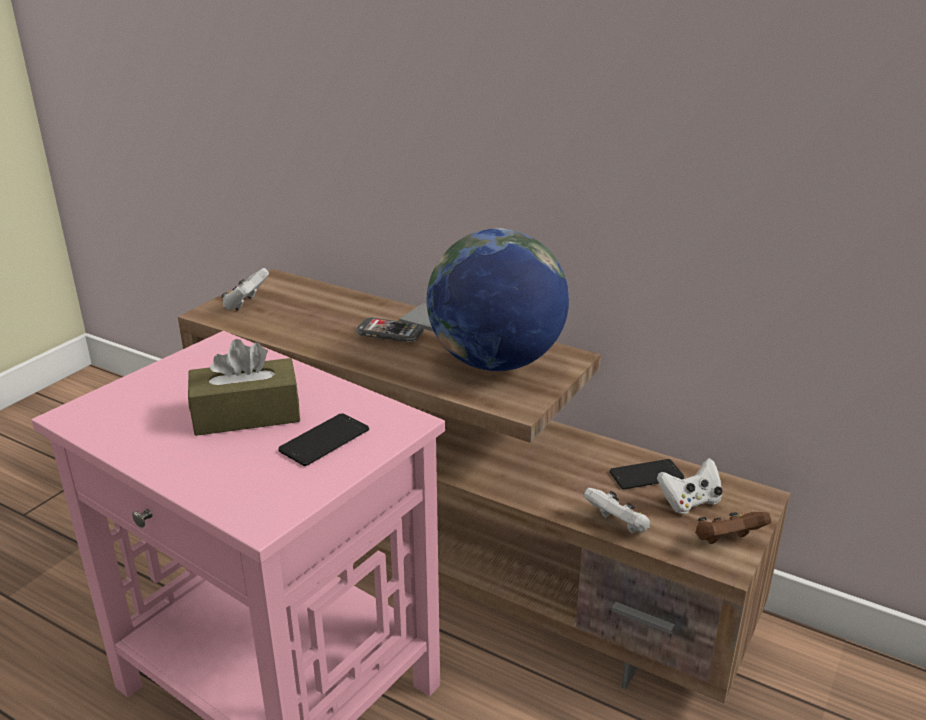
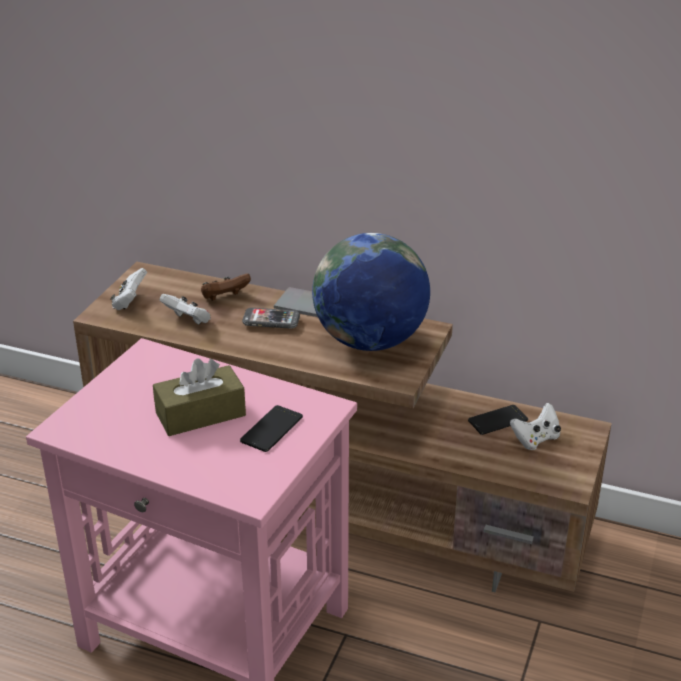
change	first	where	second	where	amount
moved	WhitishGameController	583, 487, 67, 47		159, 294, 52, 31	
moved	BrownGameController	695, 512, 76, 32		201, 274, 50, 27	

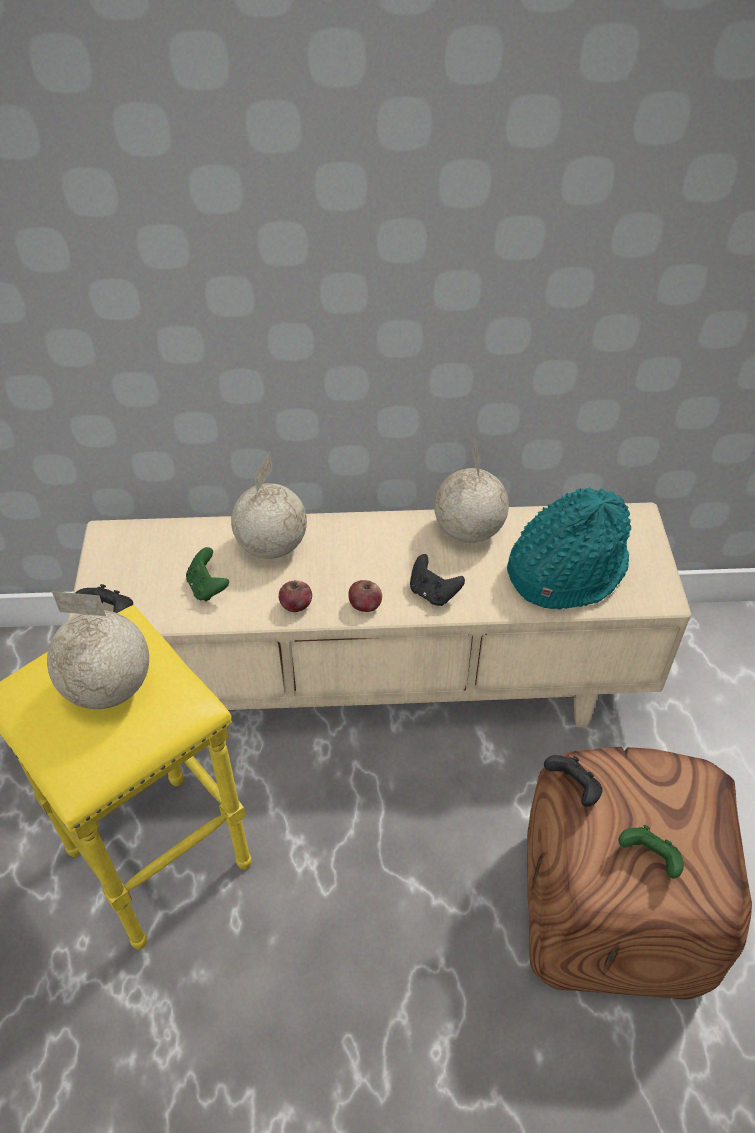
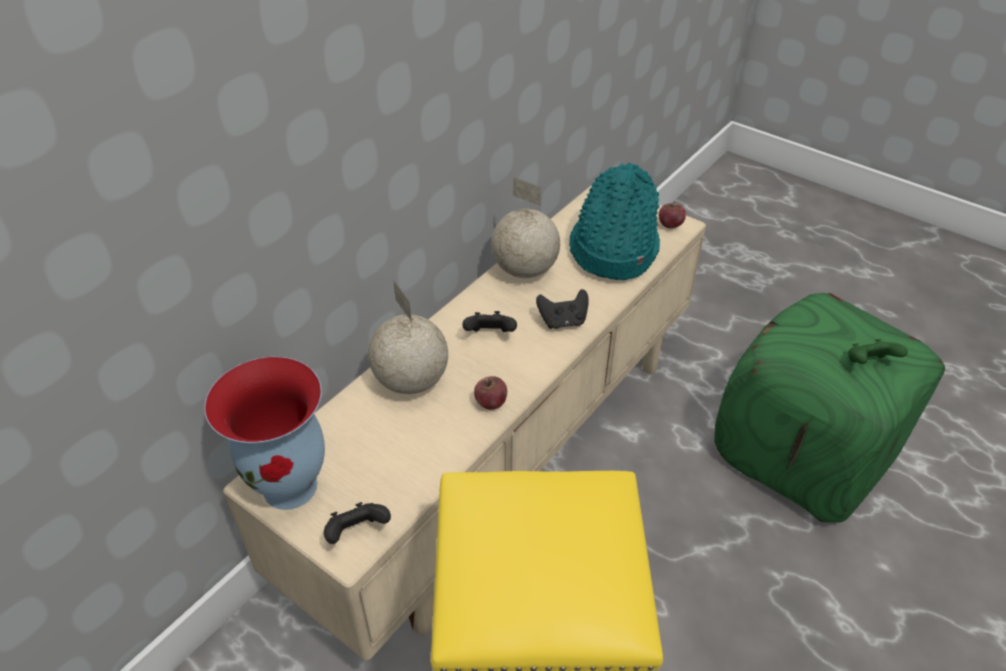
change	first	where	second	where	amount
added			Vase	204, 357, 121, 153	
moved	BlackColouredGameController	544, 755, 59, 52		463, 311, 54, 21	
moved	WholeApple	348, 580, 34, 32		659, 202, 27, 26	
recoloured	BrownPouffe	527, 747, 225, 253	GreenPouffe	714, 293, 231, 230	
removed	DeskGlobe	47, 591, 102, 118			
removed	GreenGameController	186, 547, 43, 55			

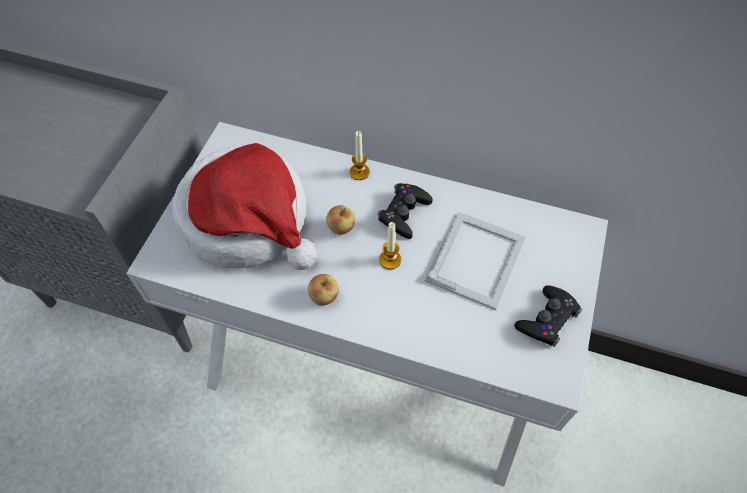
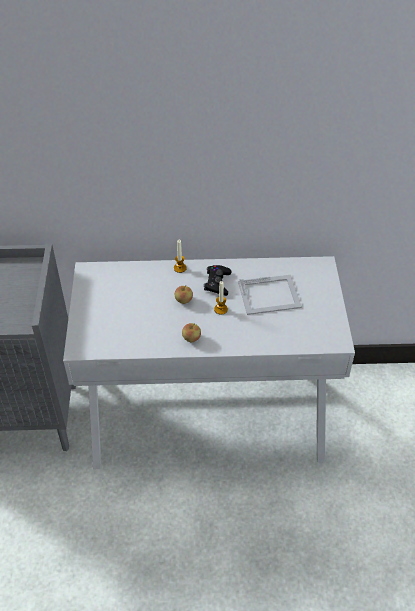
change	first	where	second	where	amount
turned	StandingFrame	425, 212, 101, 98		238, 275, 64, 40	75 degrees clockwise
removed	ClothingHat	172, 143, 145, 127			
removed	BlackColouredGameController	514, 285, 68, 62			

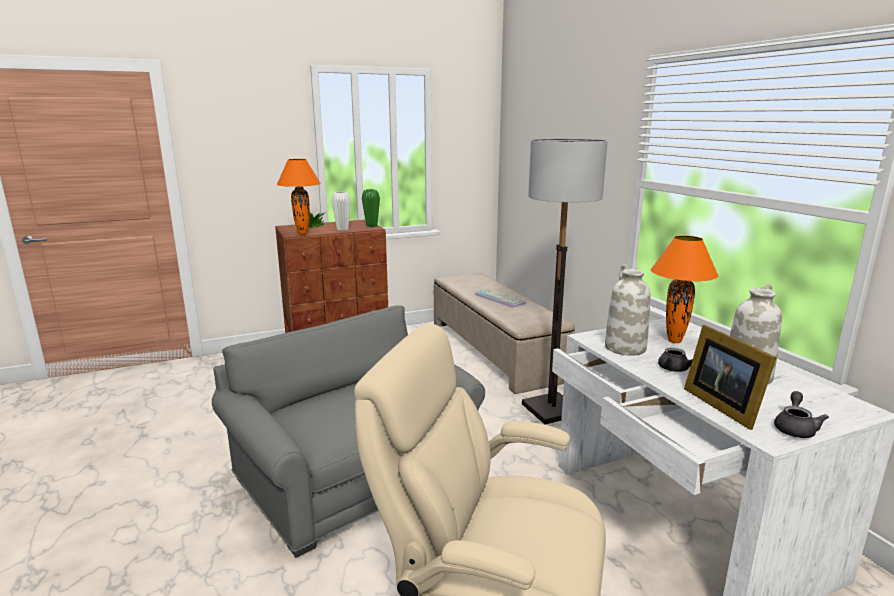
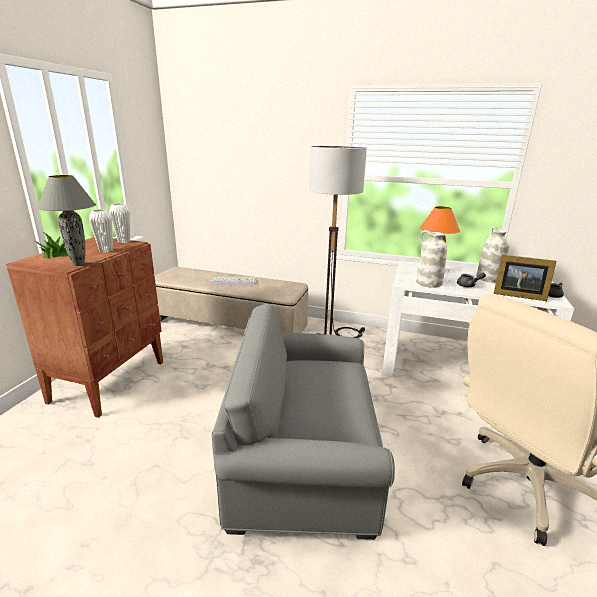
change	first	where	second	where	amount
recoloured	OrangeTabletopLamp	277, 159, 44, 76	GreyishTabletopLamp	37, 175, 59, 91	
recoloured	GreenVase	362, 189, 18, 38	WhitishVase	109, 203, 21, 40	

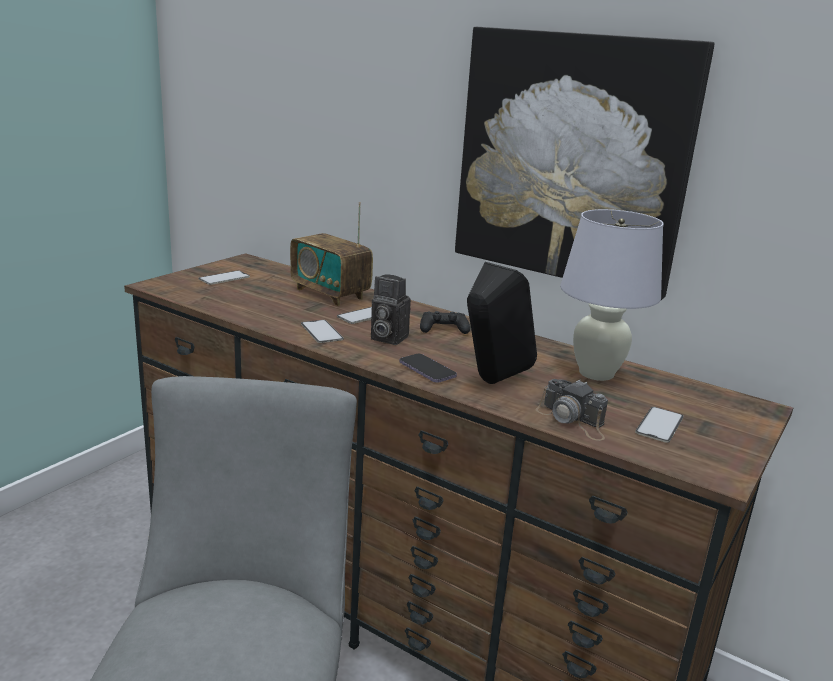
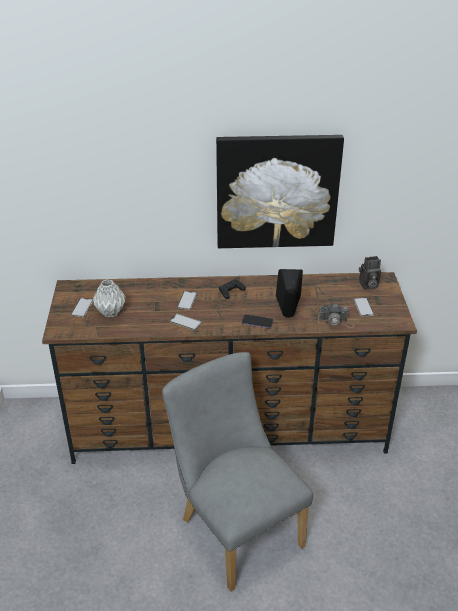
change	first	where	second	where	amount
added			GreyishVase	93, 279, 33, 38	
moved	PhotoCamera	371, 274, 40, 71		359, 256, 22, 34	
removed	Radio	290, 202, 83, 104			
removed	WhitishTabletopLamp	560, 209, 104, 172			

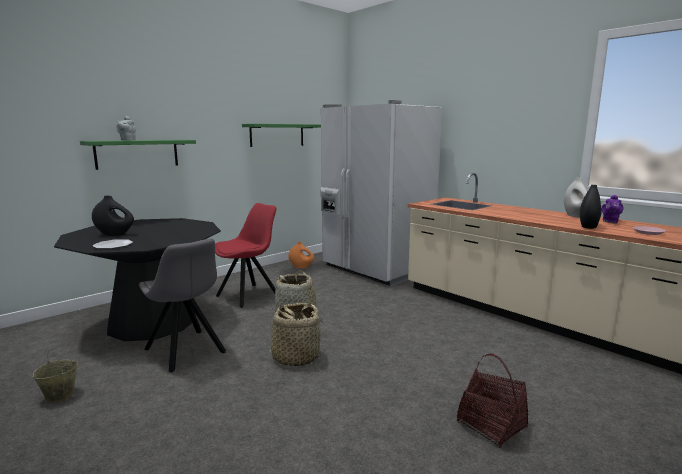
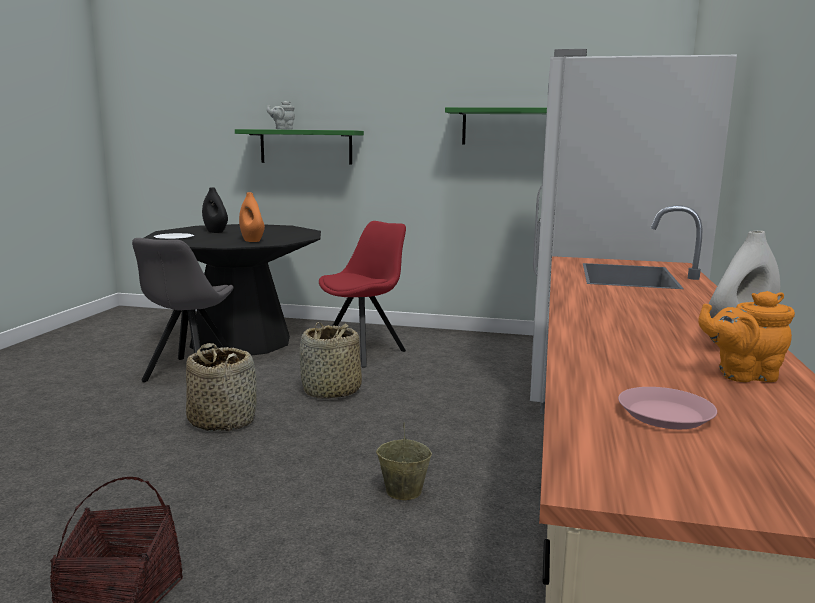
change	first	where	second	where	amount
moved	OrangeVase	288, 242, 26, 26		239, 192, 26, 50	
turned	ReddishUprightChair	215, 203, 61, 105		319, 221, 87, 147	60 degrees counterclockwise
moved	BeigeWaterBucket	33, 350, 45, 52		376, 423, 56, 77	
recoloured	PurplePotForTea	601, 195, 23, 28	OrangePotForTea	698, 291, 97, 91	
removed	BlackColouredVase	580, 185, 22, 44			

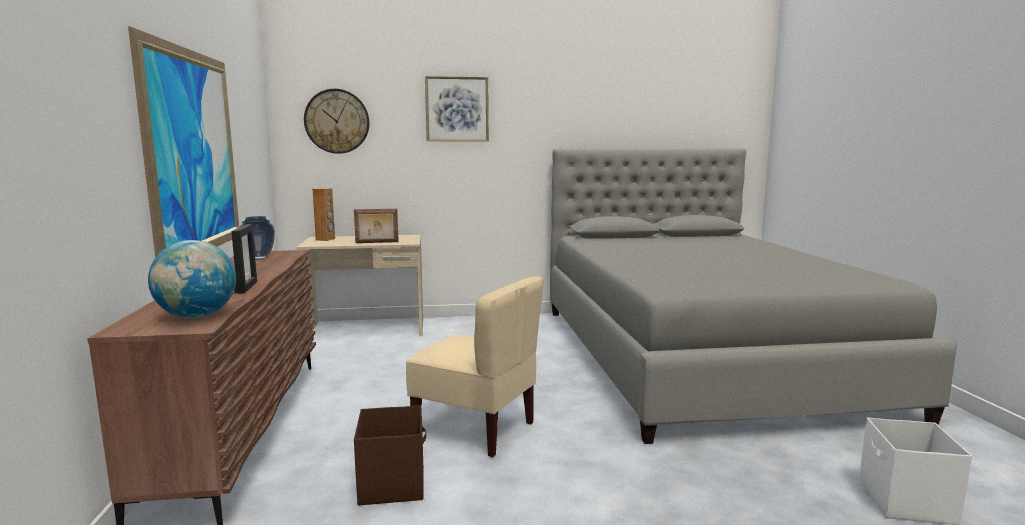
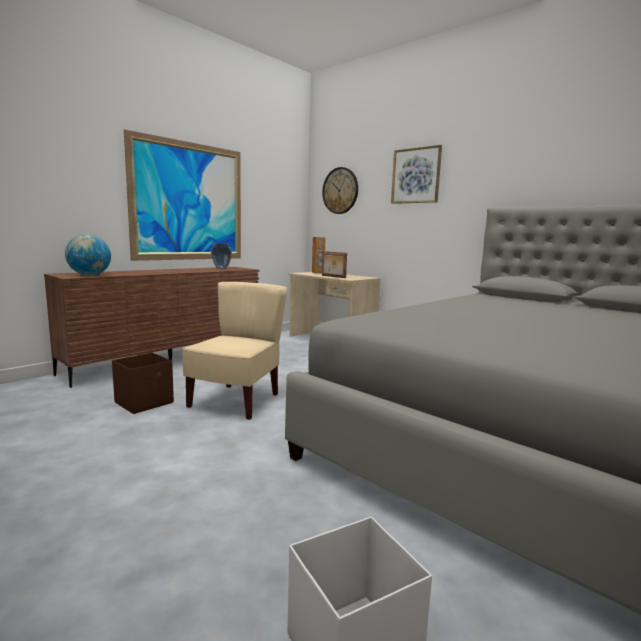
change	first	where	second	where	amount
turned	BeigeUprightChair	406, 276, 138, 182		182, 282, 105, 138	150 degrees counterclockwise
removed	StandingFrame	232, 224, 25, 70			

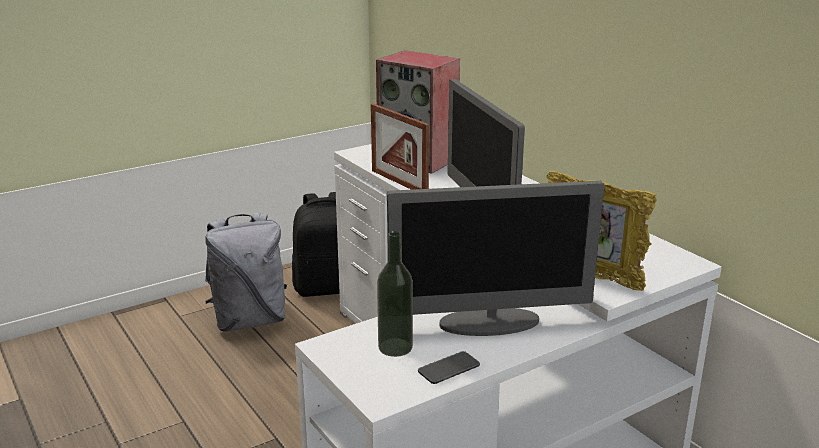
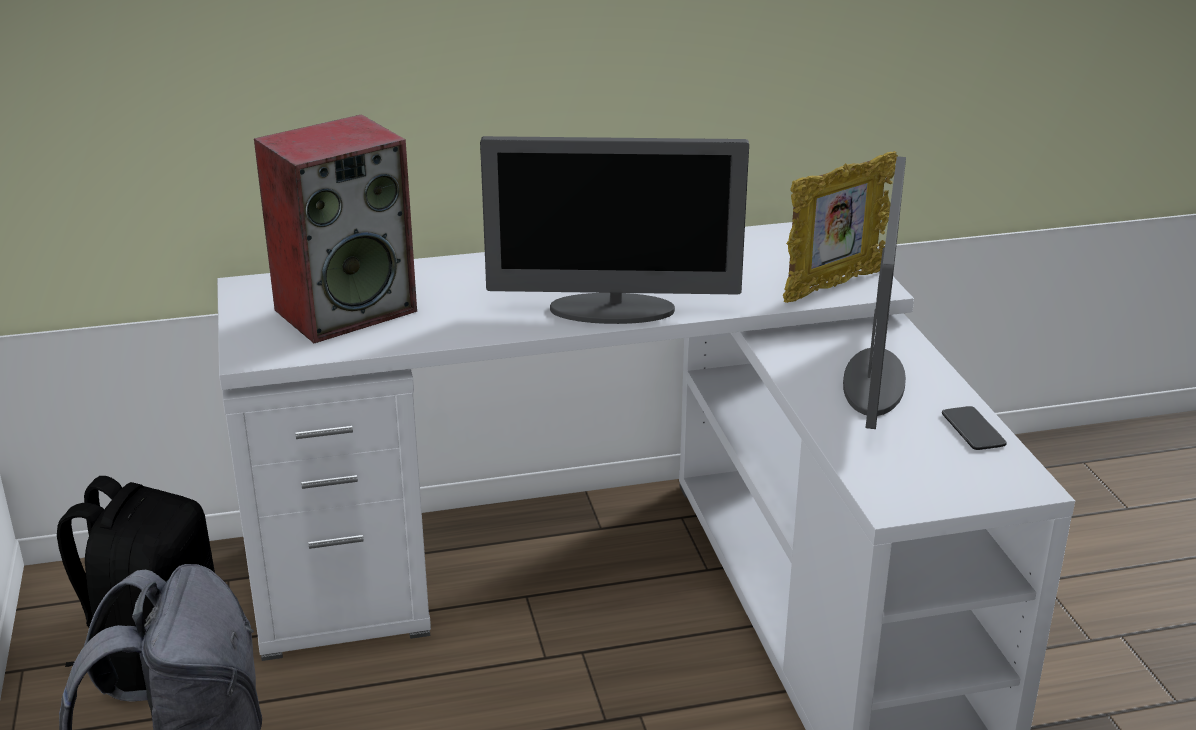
change	first	where	second	where	amount
removed	StandingFrame	371, 104, 58, 86			
removed	BeverageBottle	377, 231, 36, 126			

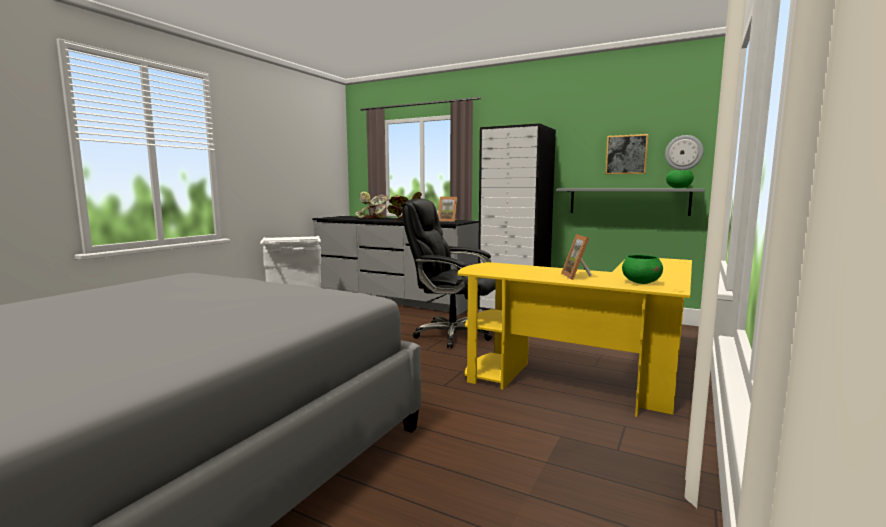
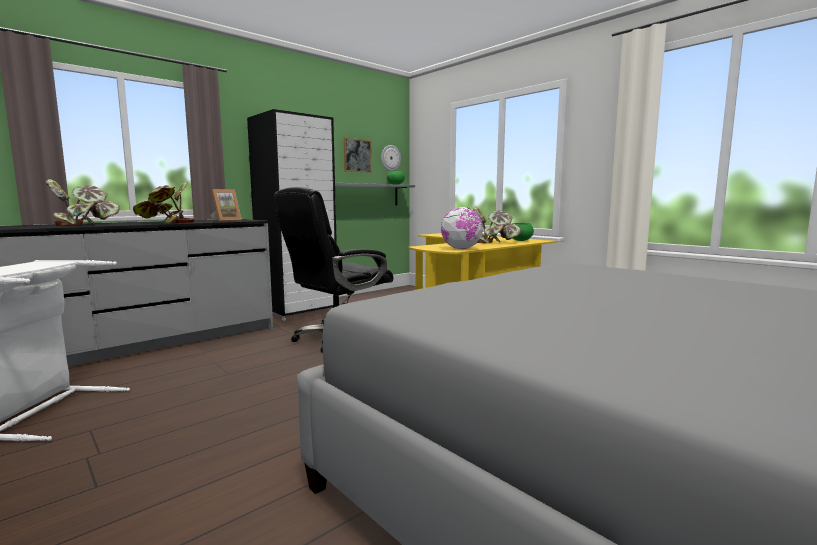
change	first	where	second	where	amount
added			DeskGlobe	441, 207, 42, 42	
replaced	StandingFrame	561, 234, 31, 46	Houseplant	473, 206, 48, 38	

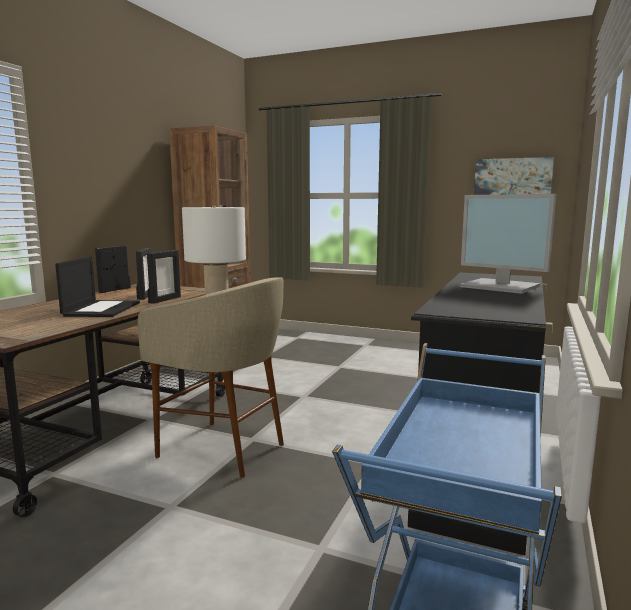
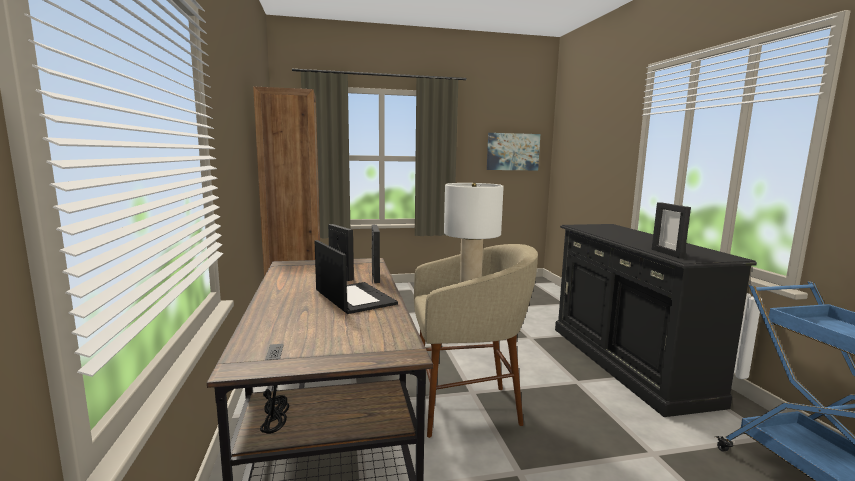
change	first	where	second	where	amount
moved	StandingFrame	95, 246, 36, 47		652, 202, 39, 57	
removed	ComputerDisplay	461, 194, 95, 100			

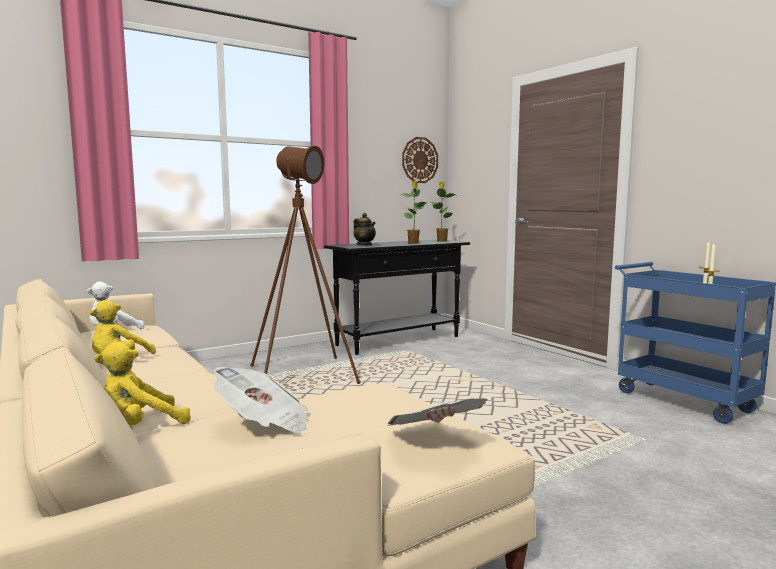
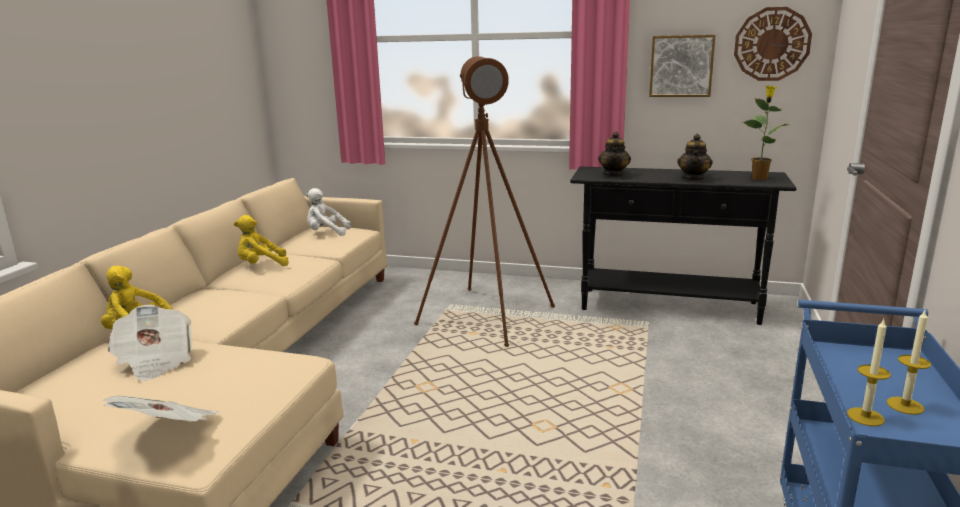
change	first	where	second	where	amount
added			WallArt	649, 35, 66, 62	
replaced	Houseplant	401, 181, 26, 63	PotForTea	677, 134, 36, 47	

